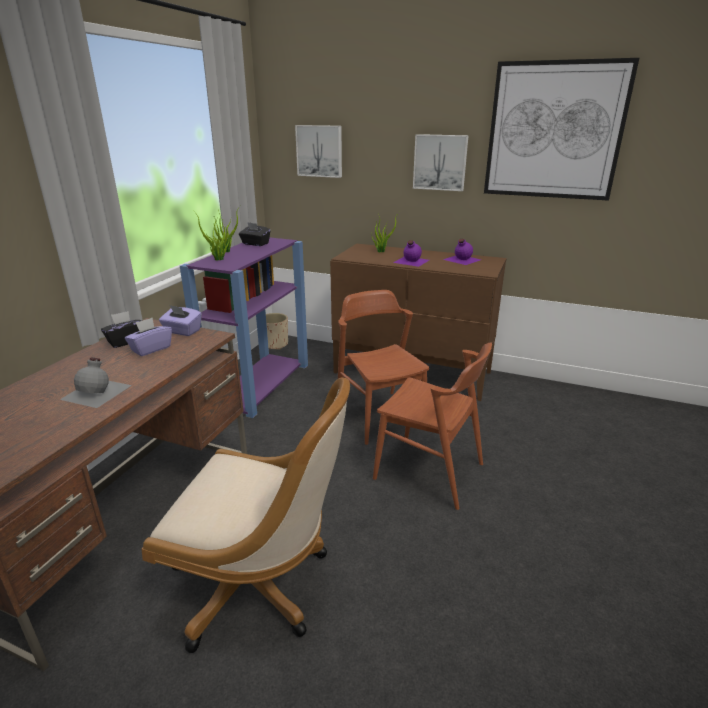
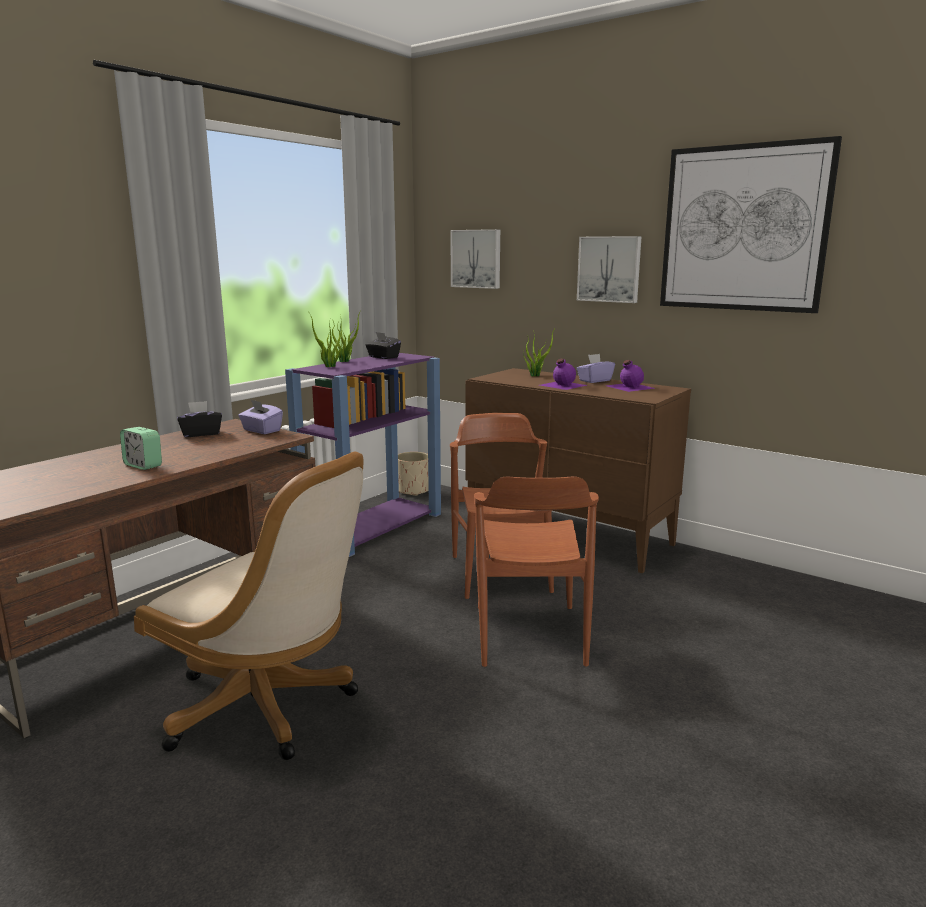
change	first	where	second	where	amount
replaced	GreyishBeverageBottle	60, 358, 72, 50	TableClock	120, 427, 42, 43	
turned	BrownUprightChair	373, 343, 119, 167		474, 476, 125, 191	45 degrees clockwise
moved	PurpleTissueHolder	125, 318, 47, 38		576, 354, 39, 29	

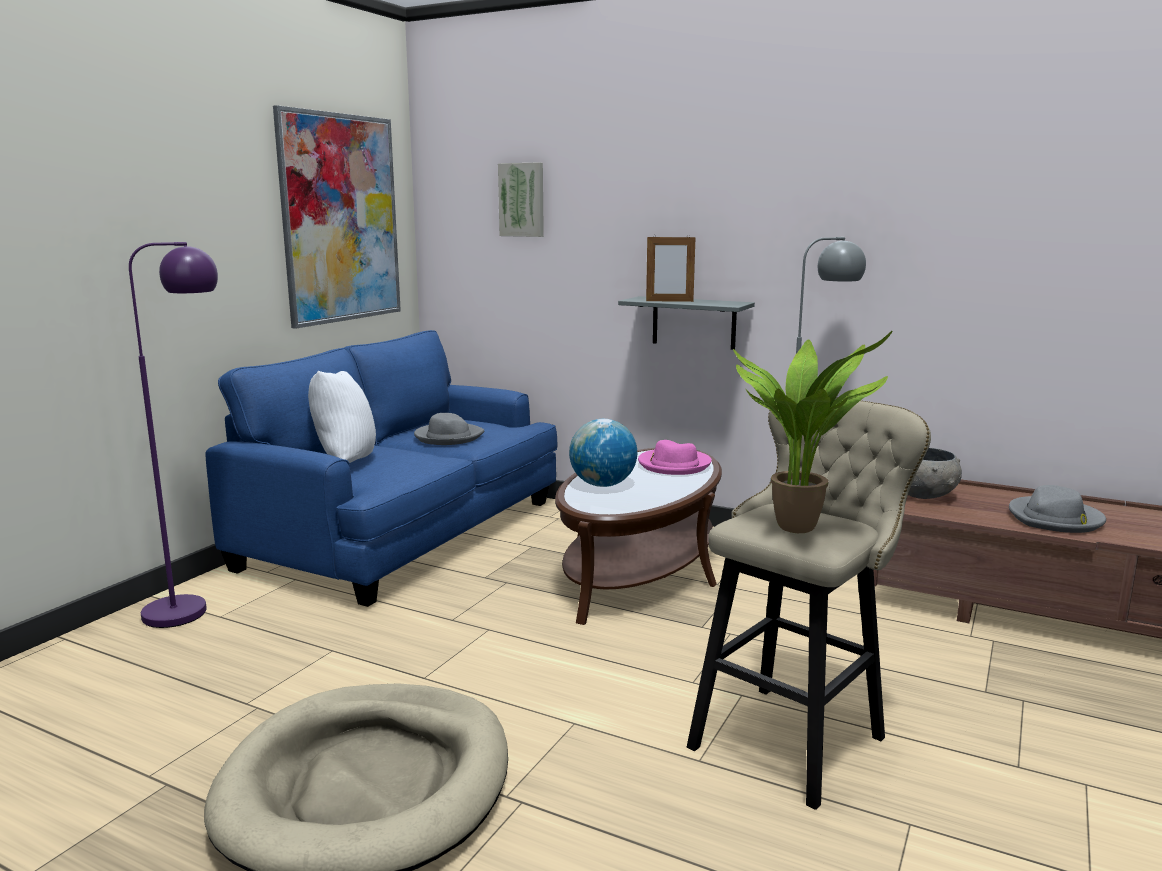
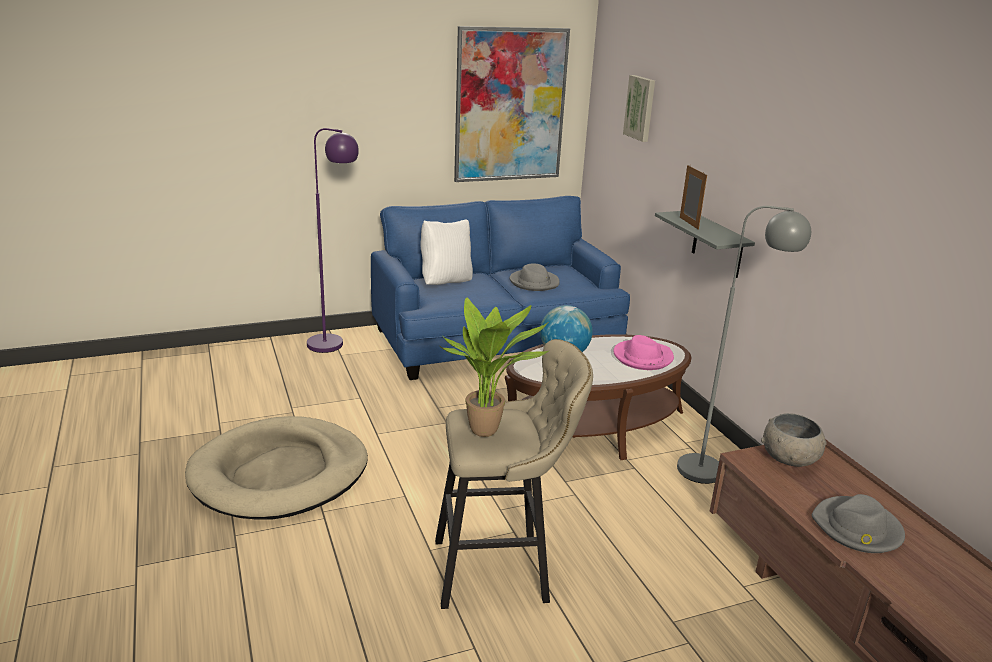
change	first	where	second	where	amount
turned	StandingFrame	646, 235, 49, 67		680, 165, 27, 65	150 degrees counterclockwise

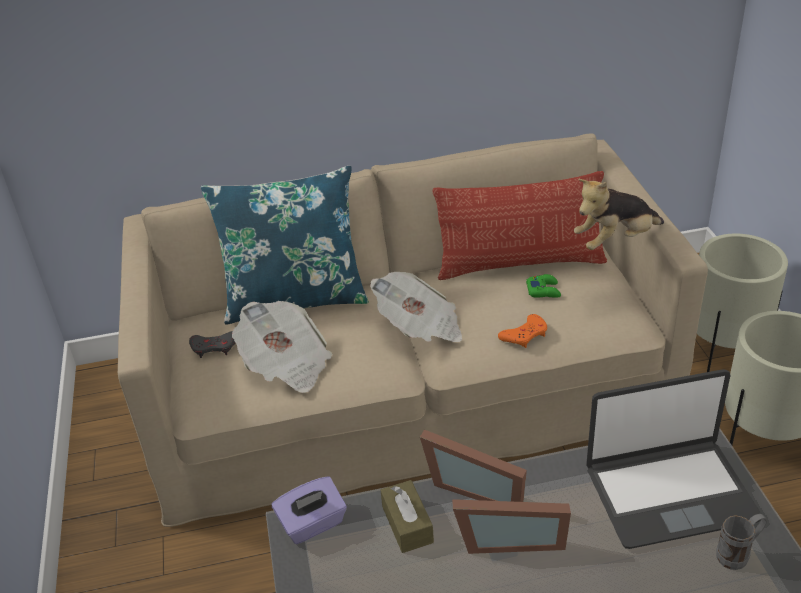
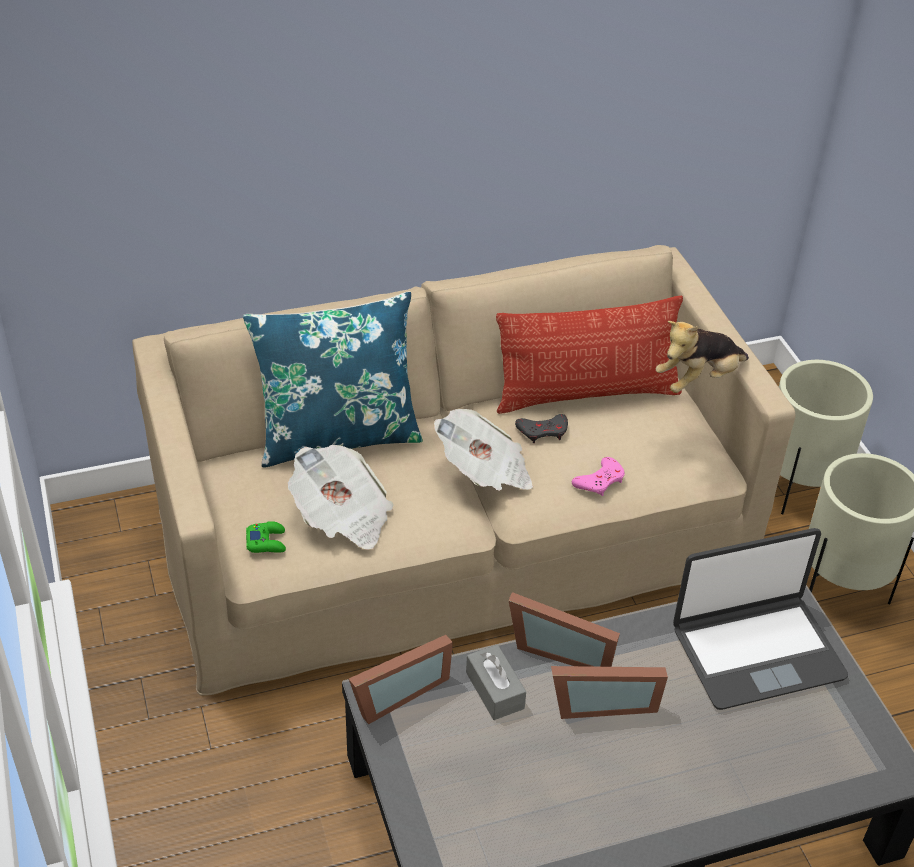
change	first	where	second	where	amount
moved	GreenGameController	526, 274, 35, 24		246, 521, 40, 32	
replaced	PurpleTissueHolder	272, 476, 75, 68	StandingFrame	349, 635, 104, 90	
recoloured	BrownTissueHolder	380, 480, 54, 73	GreyishTissueHolder	466, 645, 60, 75	
moved	GreyishGameController	189, 331, 46, 27		515, 414, 53, 29	
recoloured	OrangeGameController	498, 314, 49, 34	PinkishGameController	572, 457, 53, 39	
removed	GreyishTeaMug	716, 514, 51, 56			

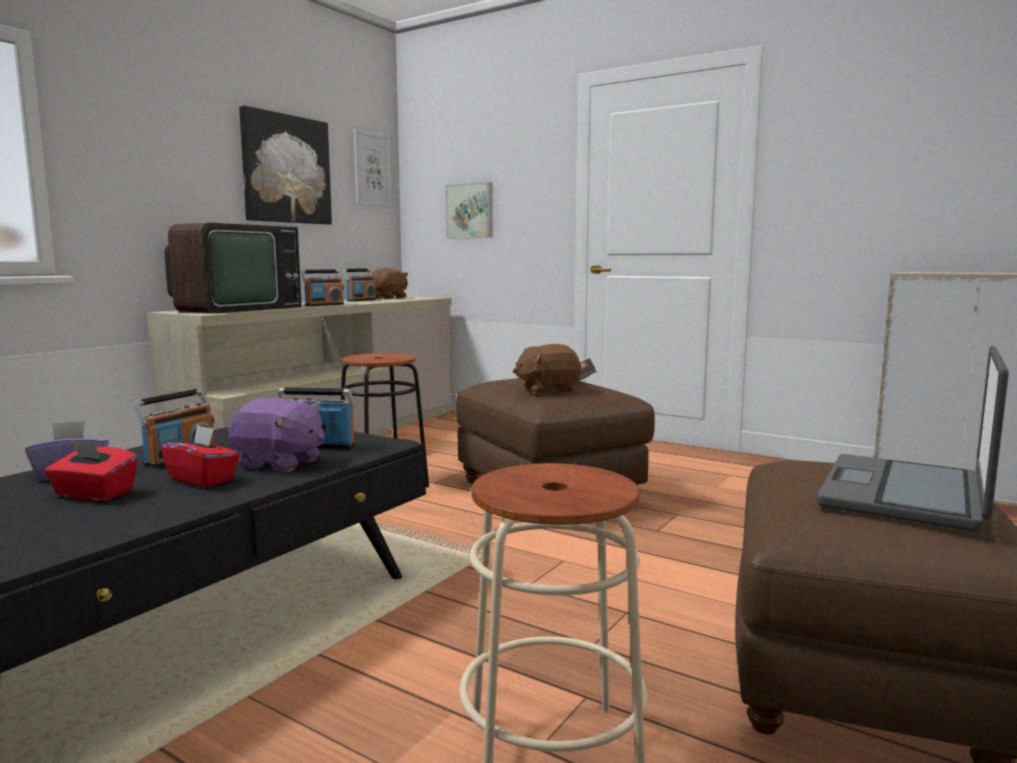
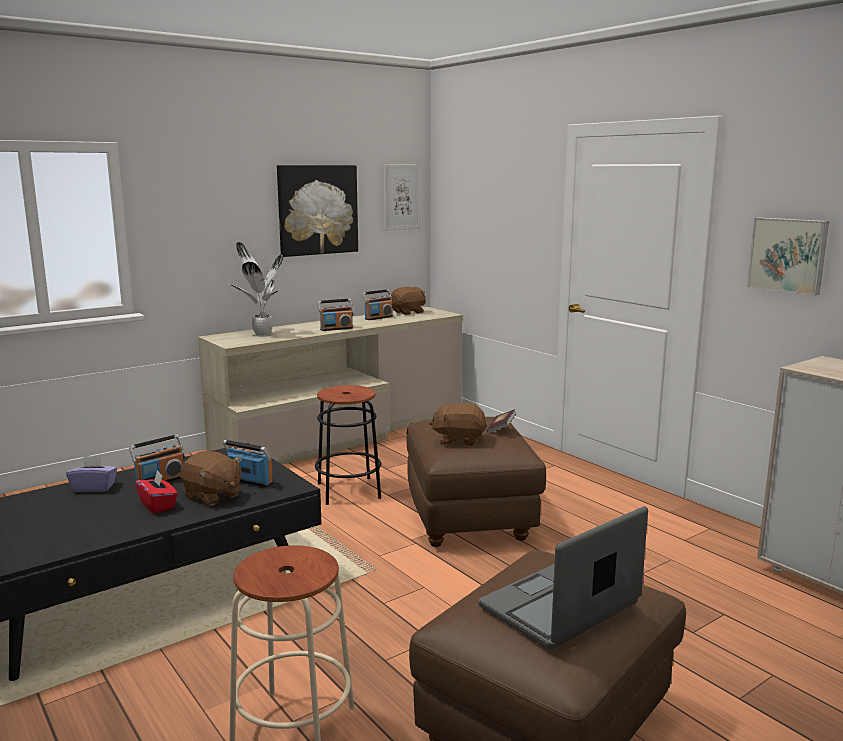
change	first	where	second	where	amount
recoloured	PurpleSoftToy	228, 398, 97, 74	BrownSoftToy	180, 451, 62, 55	
replaced	Television	164, 223, 138, 90	Houseplant	229, 242, 54, 94	
moved	WallArt	446, 182, 47, 57		747, 218, 82, 78	
removed	ReddishTissueHolder	45, 439, 93, 62			

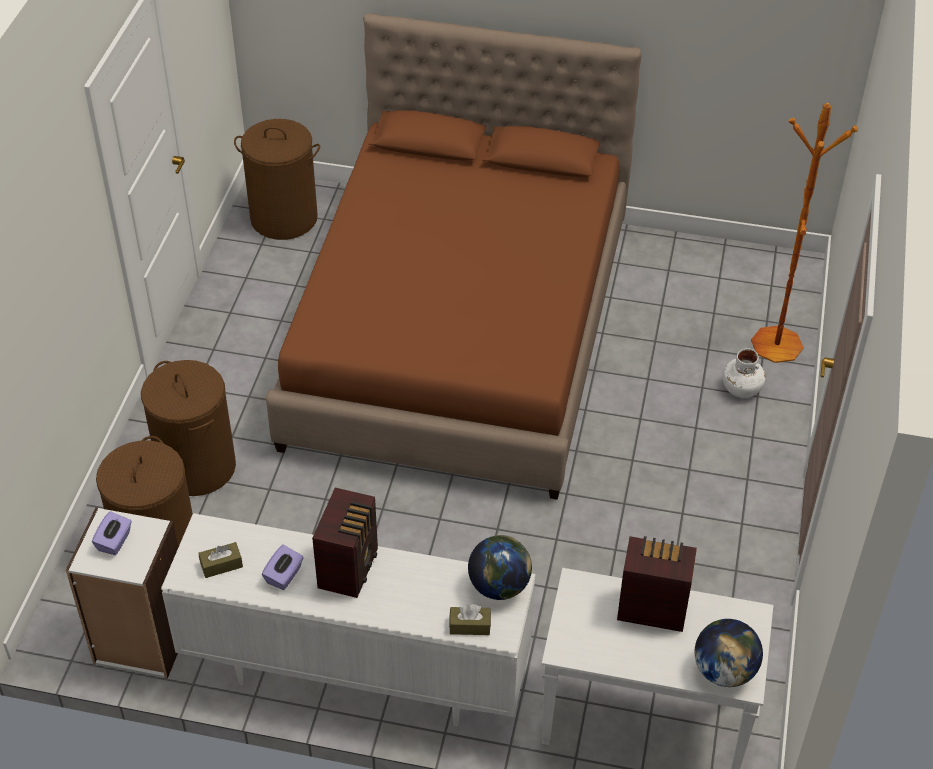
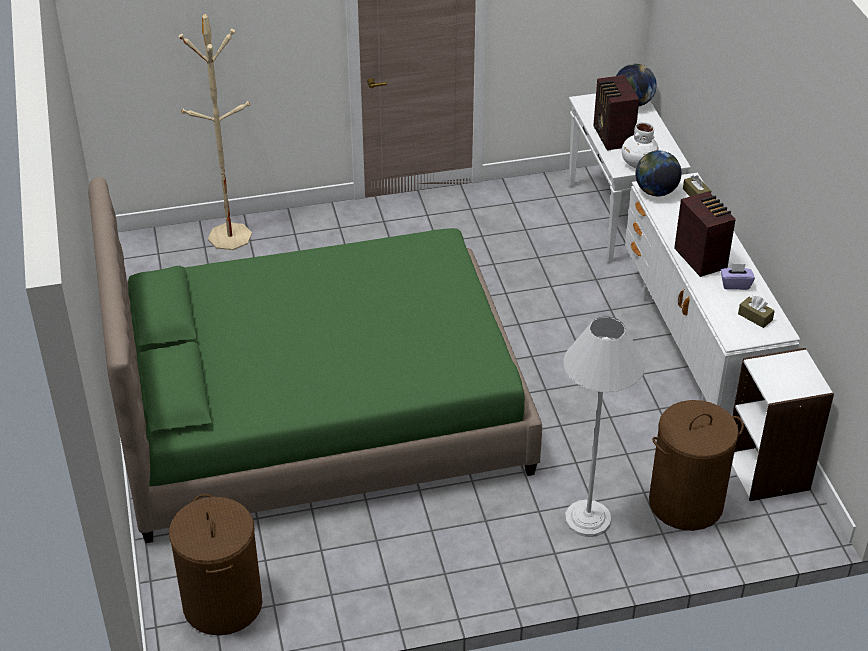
change	first	where	second	where	amount
recoloured	BrownBed	266, 13, 376, 487	GreenBed	88, 177, 454, 366	
recoloured	OrangeGarmentStand	751, 103, 107, 260	BeigeGarmentStand	178, 14, 74, 236	
replaced	BrownWashingBasket	141, 360, 95, 136	WhitishStandardLamp	563, 316, 82, 221	
moved	WhitishVase	723, 348, 42, 50		622, 122, 37, 46	
turned	Radio	312, 488, 66, 110		674, 191, 62, 86	75 degrees clockwise
removed	PurpleTissueHolder	92, 511, 40, 44			

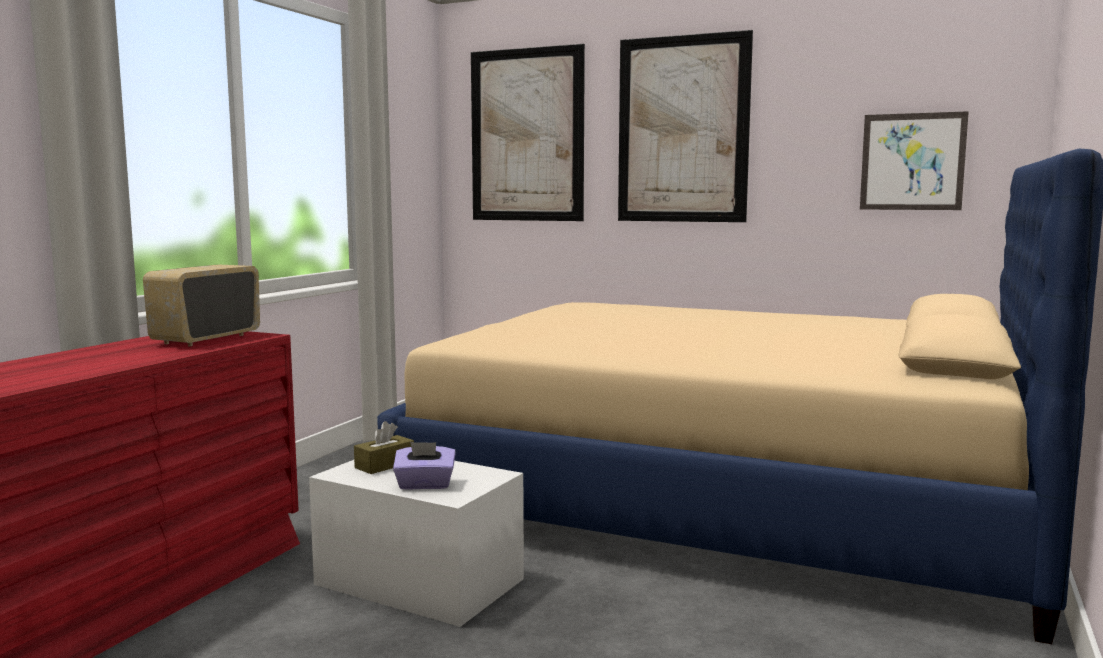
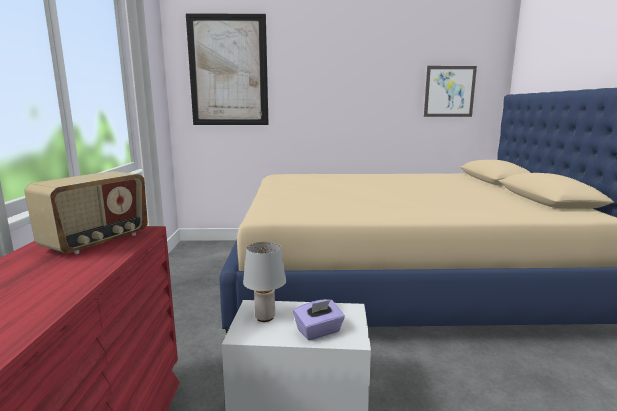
change	first	where	second	where	amount
turned	Radio	143, 265, 117, 81		24, 171, 124, 83	150 degrees counterclockwise
replaced	BrownTissueHolder	354, 421, 60, 53	GreyishTabletopLamp	243, 242, 43, 80	
removed	WallArt	618, 30, 135, 192			

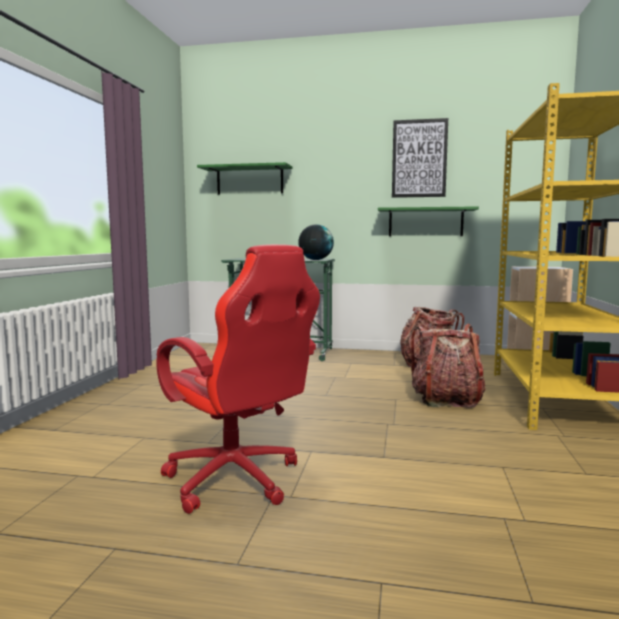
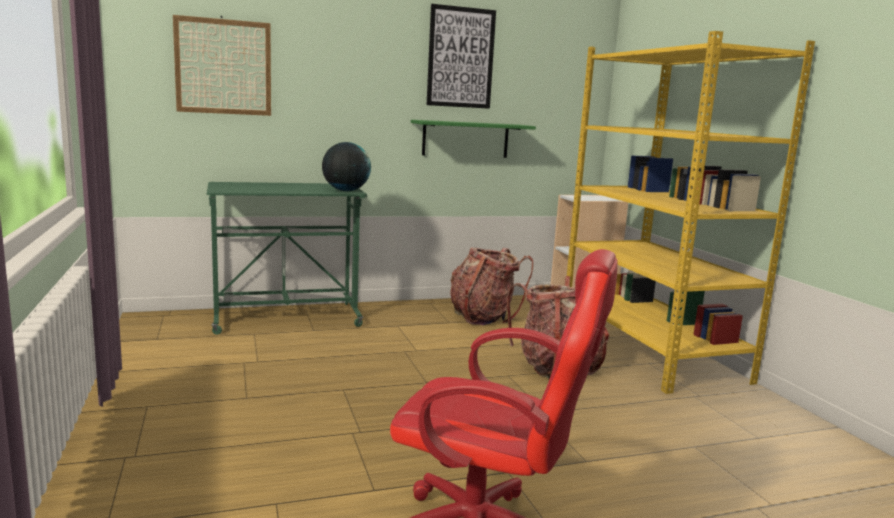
change	first	where	second	where	amount
replaced	GreenWallShelf	197, 162, 96, 33	WallArt	173, 15, 98, 101	

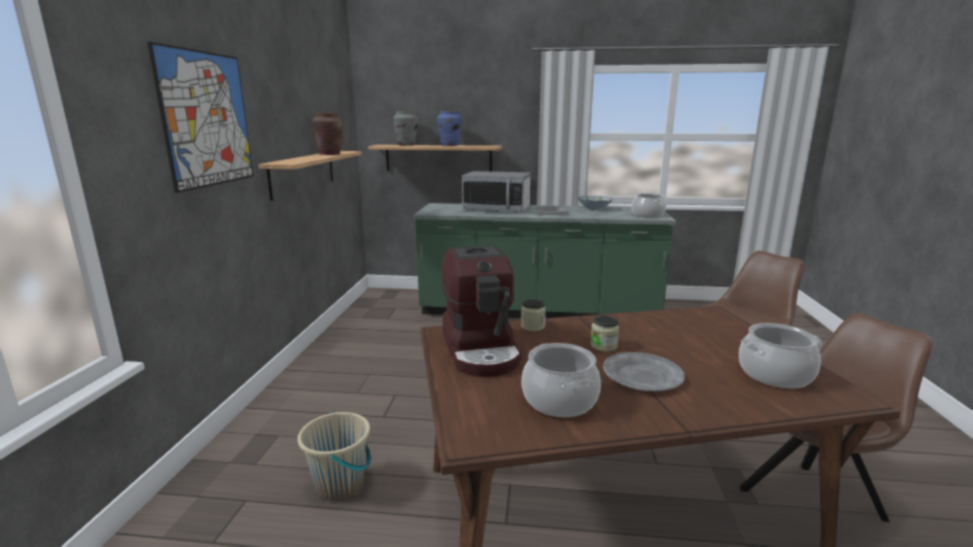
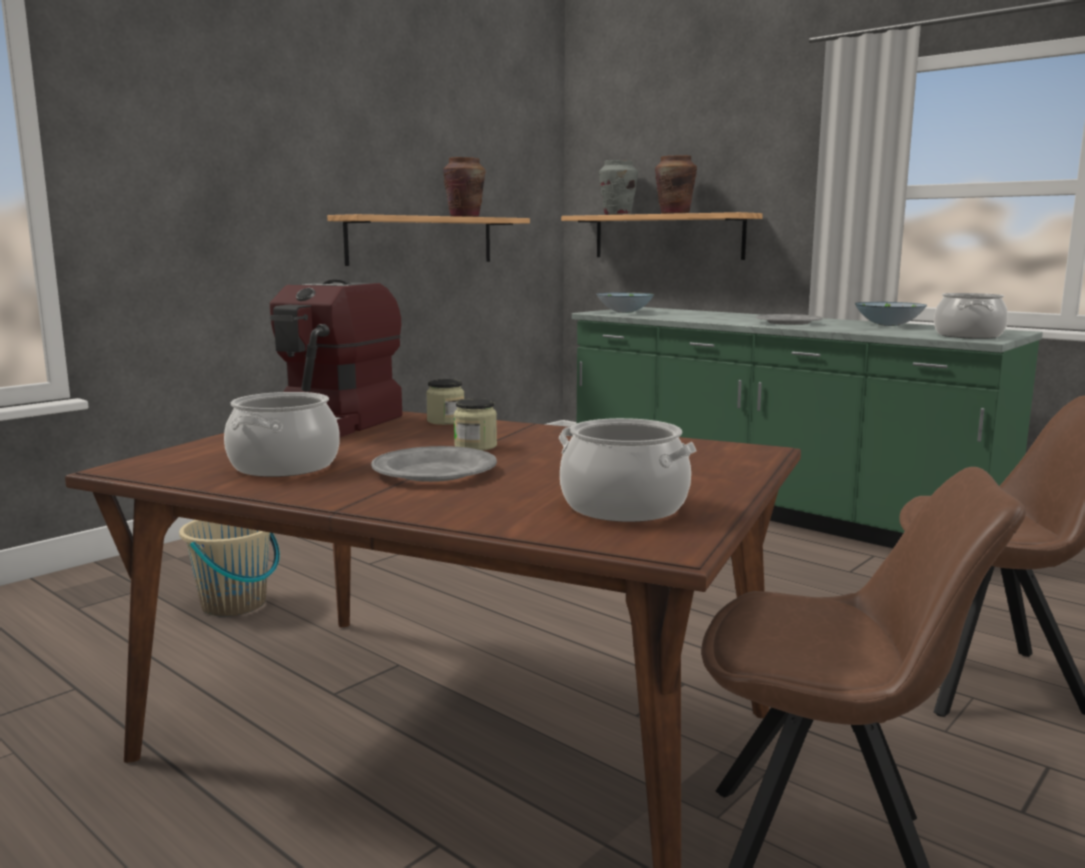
change	first	where	second	where	amount
added			DeepDish	596, 292, 58, 21	
recoloured	BlueVase	437, 111, 25, 35	BrownVase	655, 155, 42, 59	
removed	WallArt	147, 41, 107, 152			
removed	Microwave	462, 171, 69, 41			

